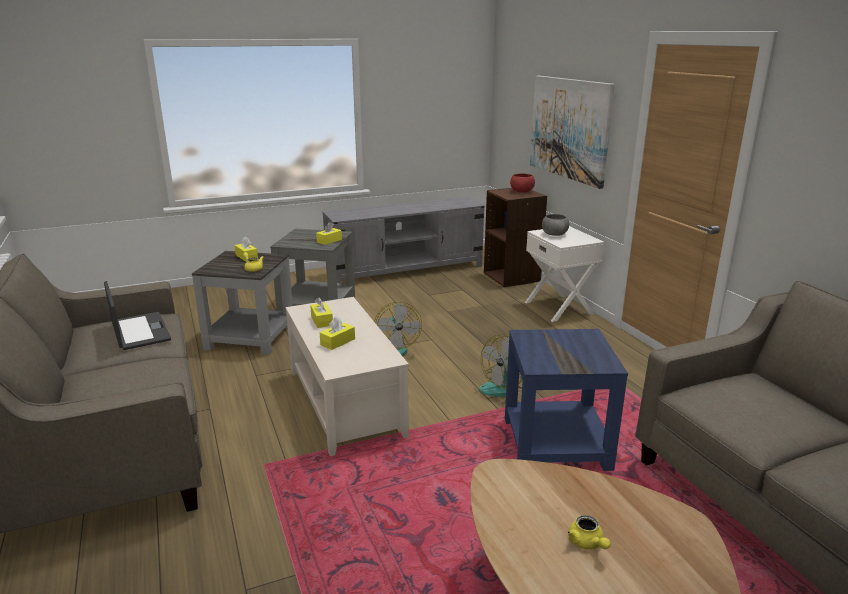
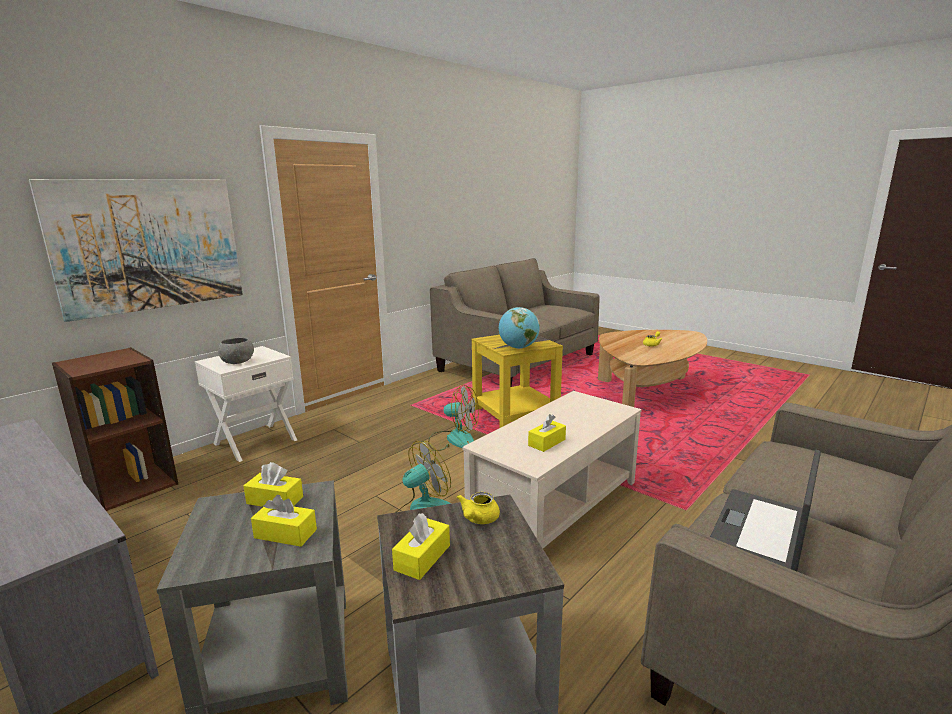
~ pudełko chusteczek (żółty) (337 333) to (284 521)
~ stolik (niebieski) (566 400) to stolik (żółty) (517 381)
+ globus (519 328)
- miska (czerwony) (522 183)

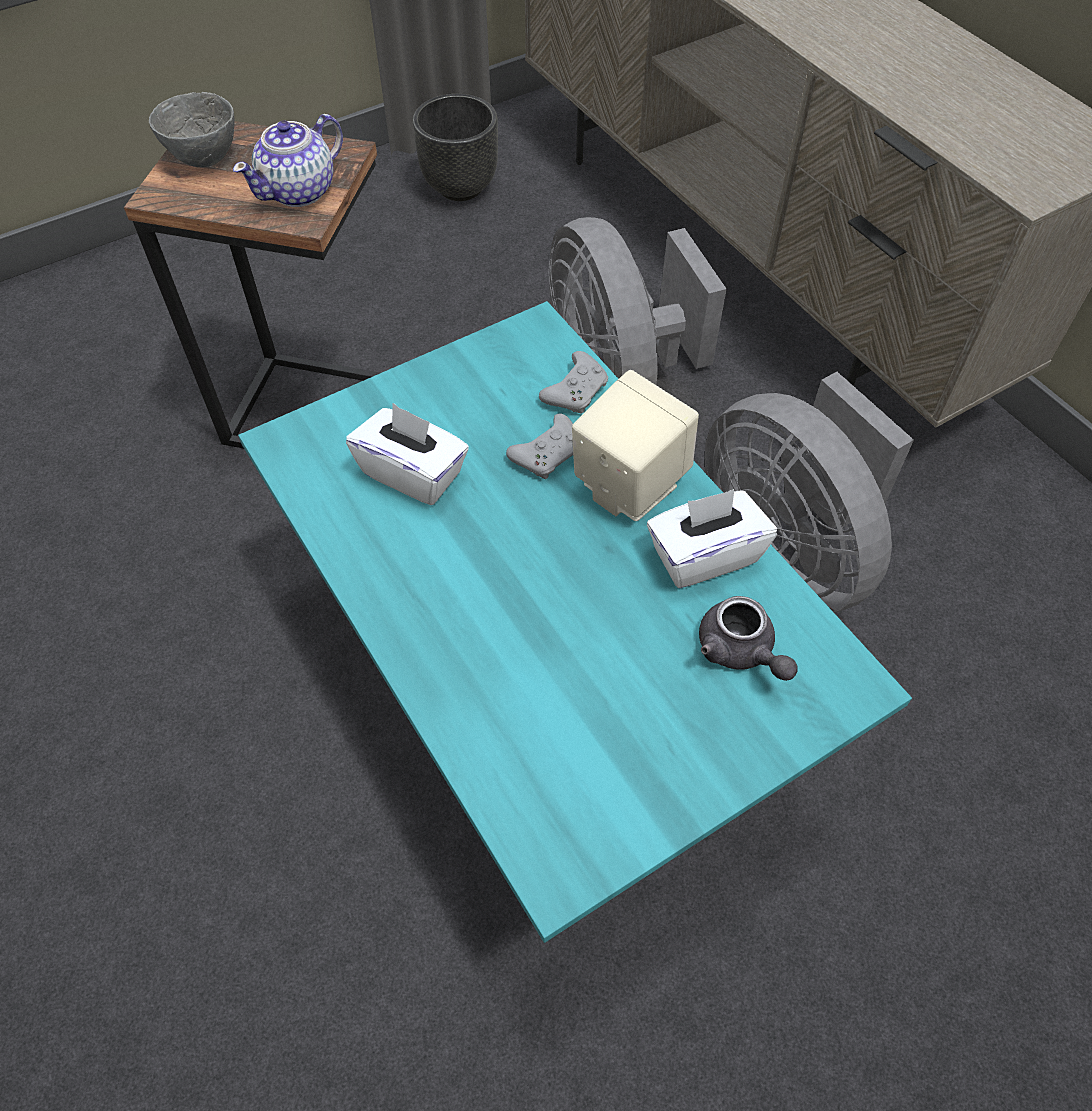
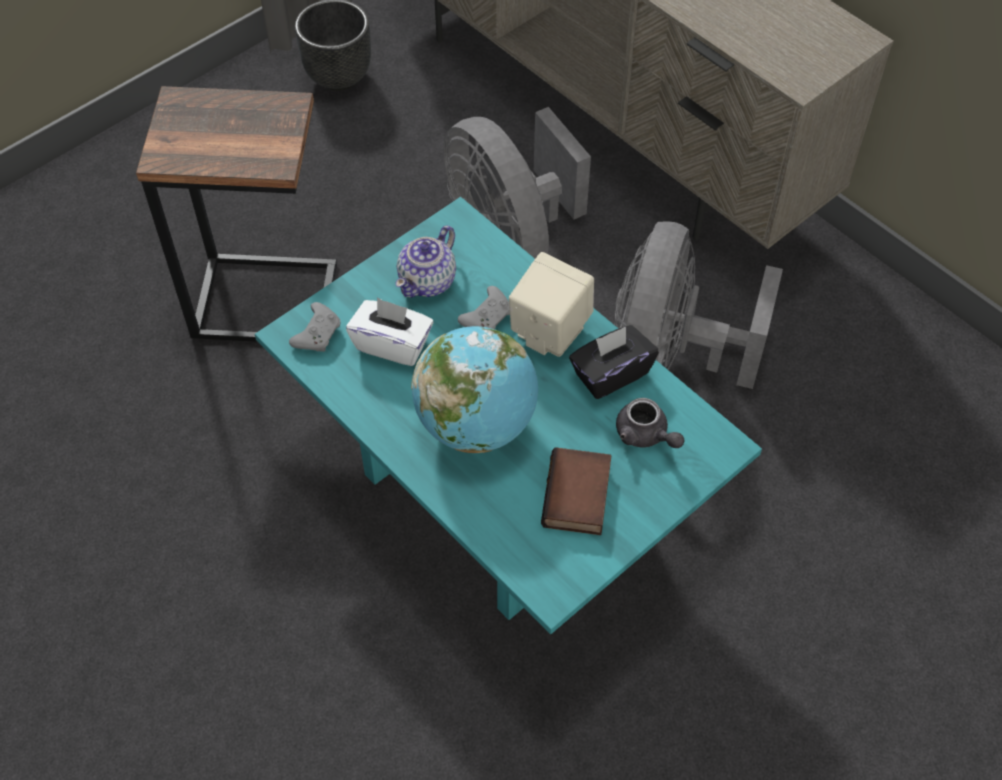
~ pad do gier (szary) (573 382) to (315 327)
~ imbryk (288 160) to (426 261)
+ globus (474 389)
+ książka (576 491)
~ pudełko chusteczek (biały) (712 538) to pudełko chusteczek (czarny) (614 362)
~ wentylator (szary) (809 492) = (698 305) 60 degrees clockwise
- miska (szary) (192 129)

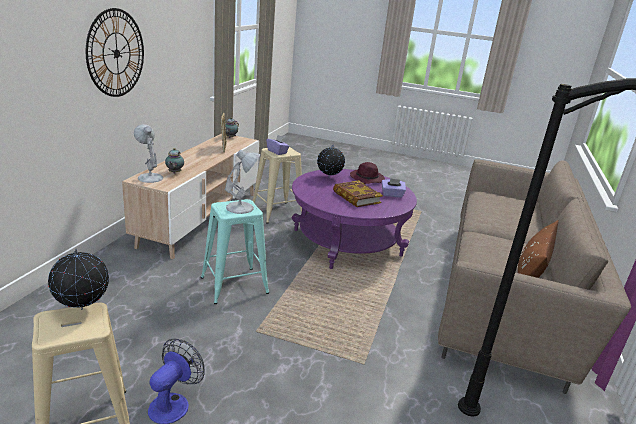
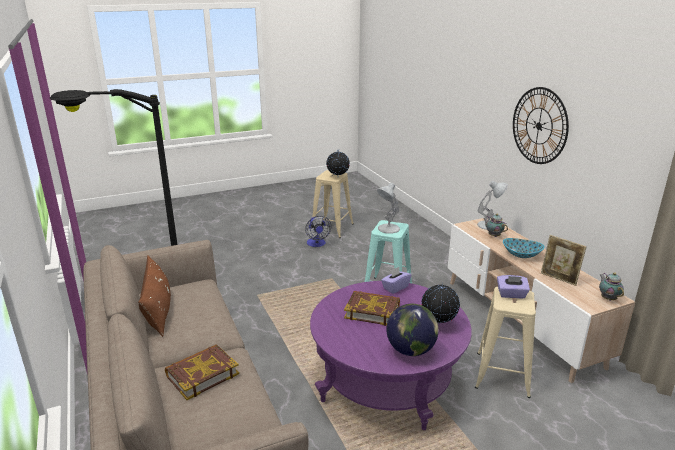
+ książka (202 372)
~ pudełko chusteczek (fioletowy) (394 188) to (396 280)
~ kapelusz (fioletowy) (367 173) to globus (412 330)
+ miska (523 248)

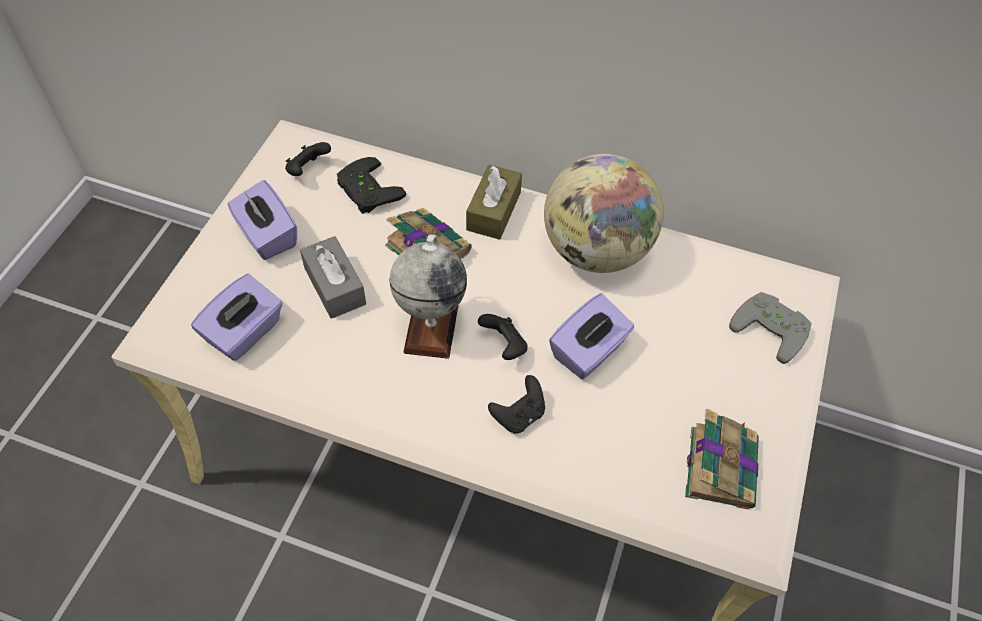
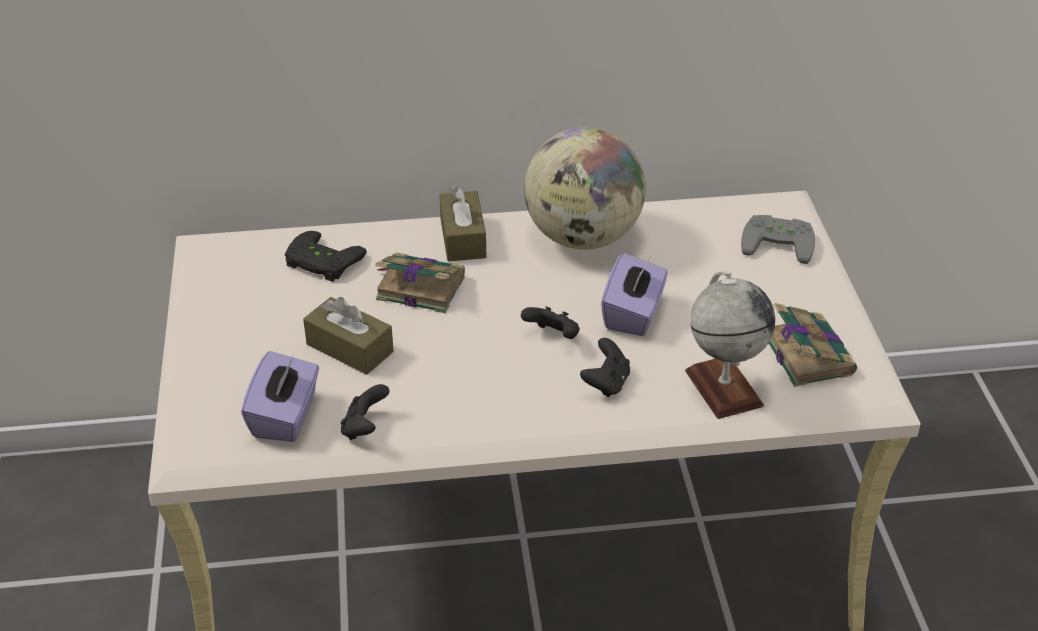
~ pudełko chusteczek (szary) (333 277) to pudełko chusteczek (brązowy) (348 336)
~ pad do gier (czarny) (308 159) to (365 412)
~ globus (428 296) to (730 345)
- pudełko chusteczek (fioletowy) (262 220)

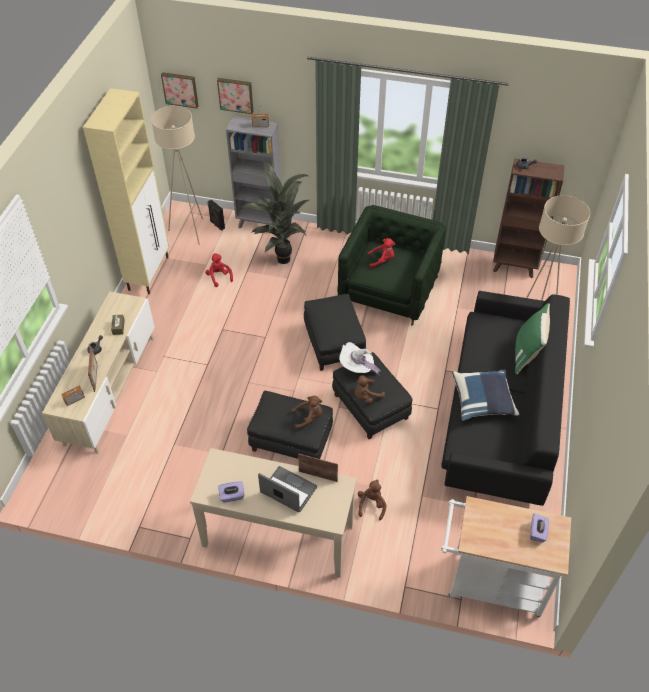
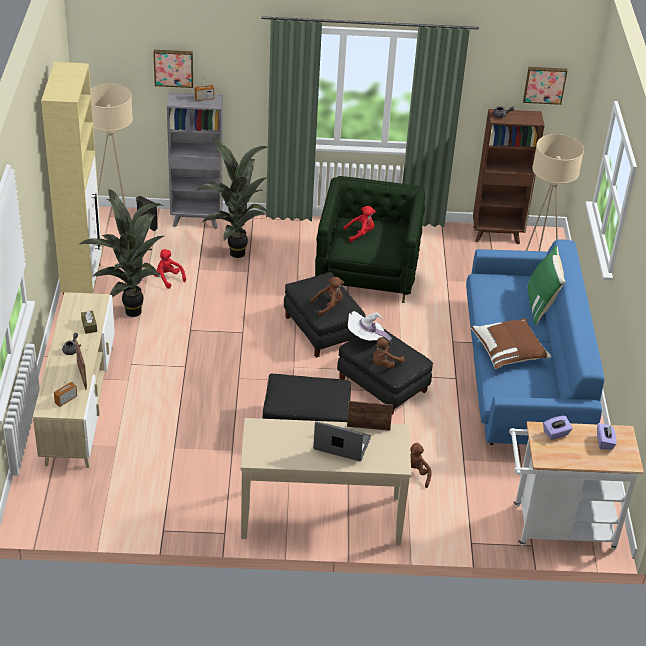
+ roślina doniczkowa (122 253)
~ pluszak (brązowy) (307 412) to (327 296)
~ kanapa (czarny) (505 398) to kanapa (niebieski) (535 342)
~ poduszka (niebieski) (485 395) to poduszka (brązowy) (511 343)
~ obraz (179 90) to (545 86)
~ pudełko chusteczek (fioletowy) (231 492) to (558 428)

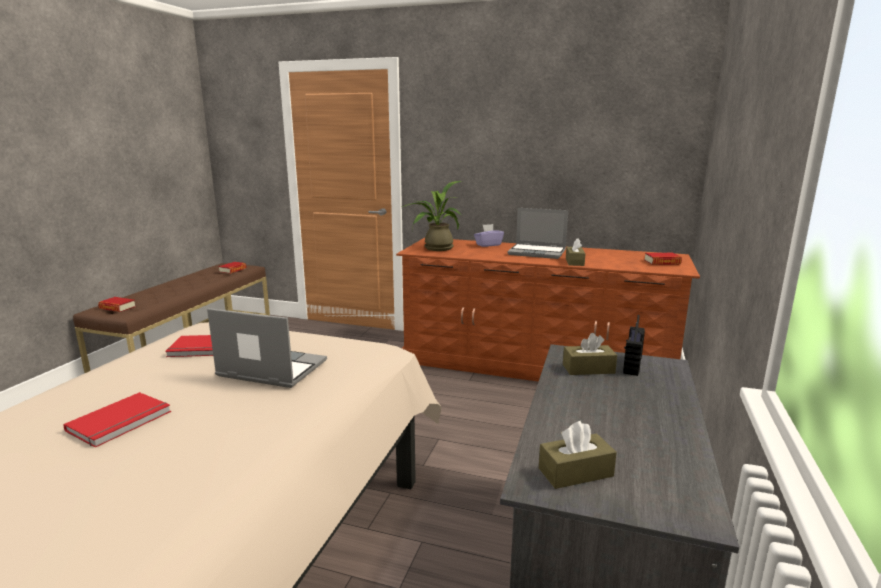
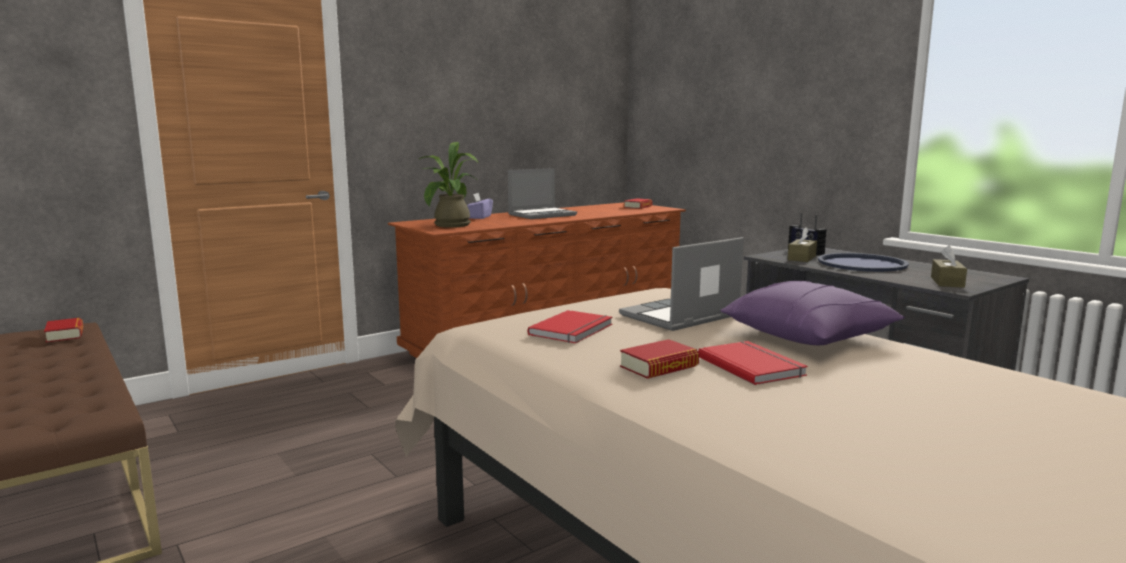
~ książka (117 304) to (659 359)
+ poduszka (fioletowy) (812 313)
+ taca (niebieski) (863 262)
- pudełko chusteczek (brązowy) (575 252)

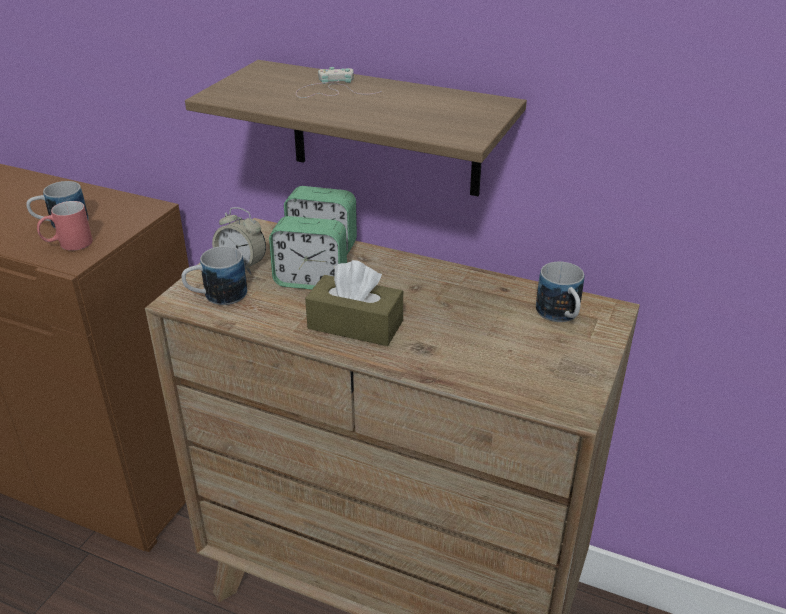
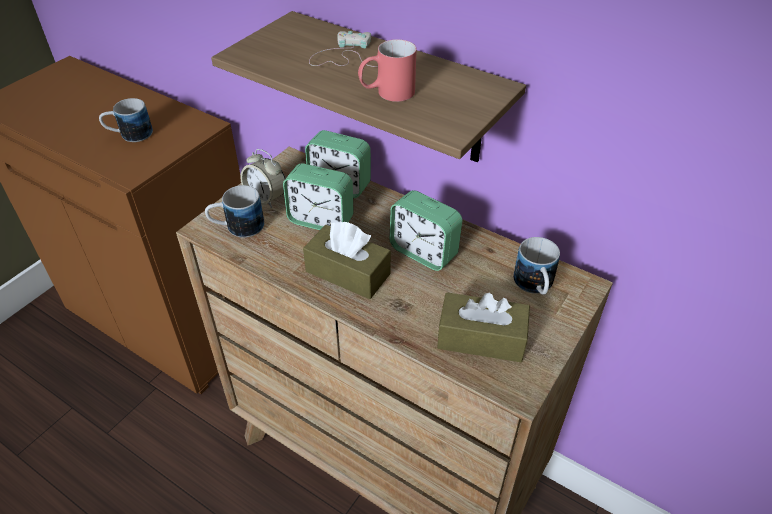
~ kubek (czerwony) (65 226) to (387 70)
+ budzik (426 230)
+ pudełko chusteczek (brązowy) (483 327)

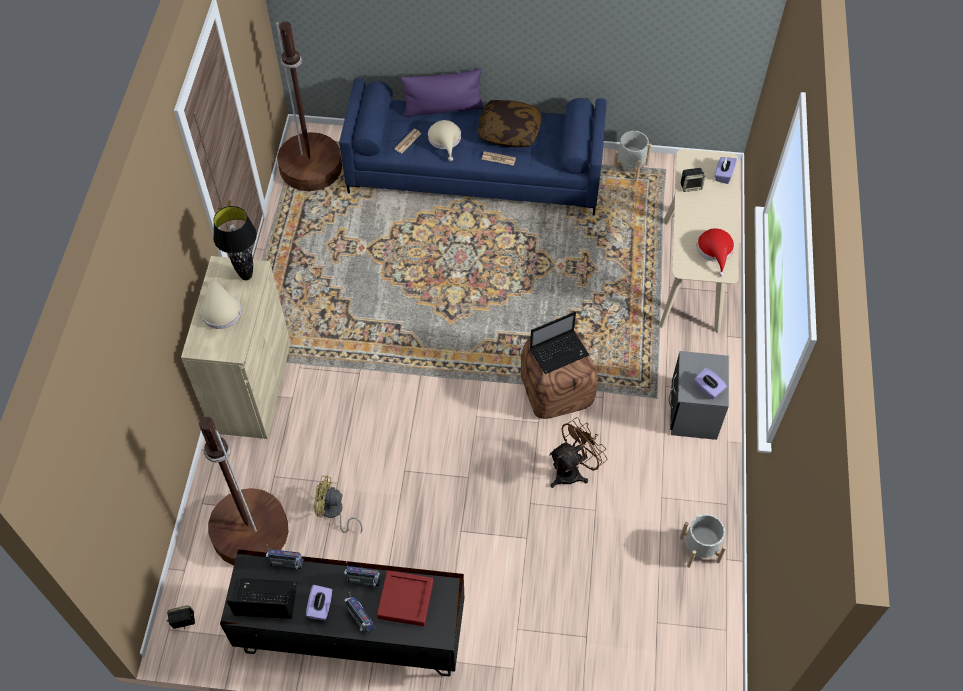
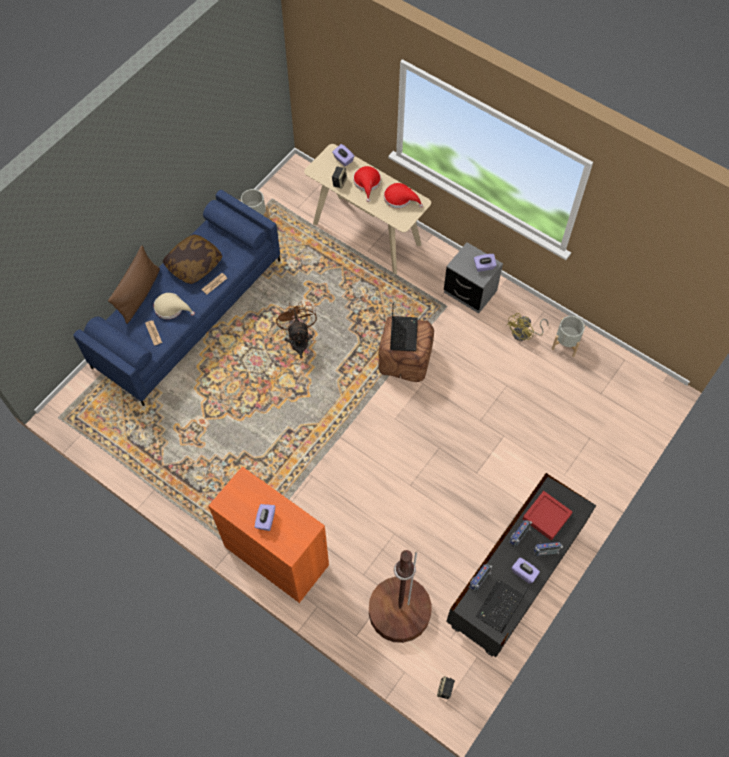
~ poduszka (fioletowy) (442 92) to poduszka (brązowy) (134 284)
~ szafka (beżowy) (236 347) to szafka (pomarańczowy) (268 534)
~ kapelusz (beżowy) (221 304) to pudełko chusteczek (fioletowy) (265 517)
~ wentylator (brązowy) (578 452) to (296 330)
+ kapelusz (czerwony) (367 184)
~ wentylator (żółty) (338 504) to (527 327)
- lampa stołowa (czarny) (235 243)
- lampa stojąca (brązowy) (309 106)

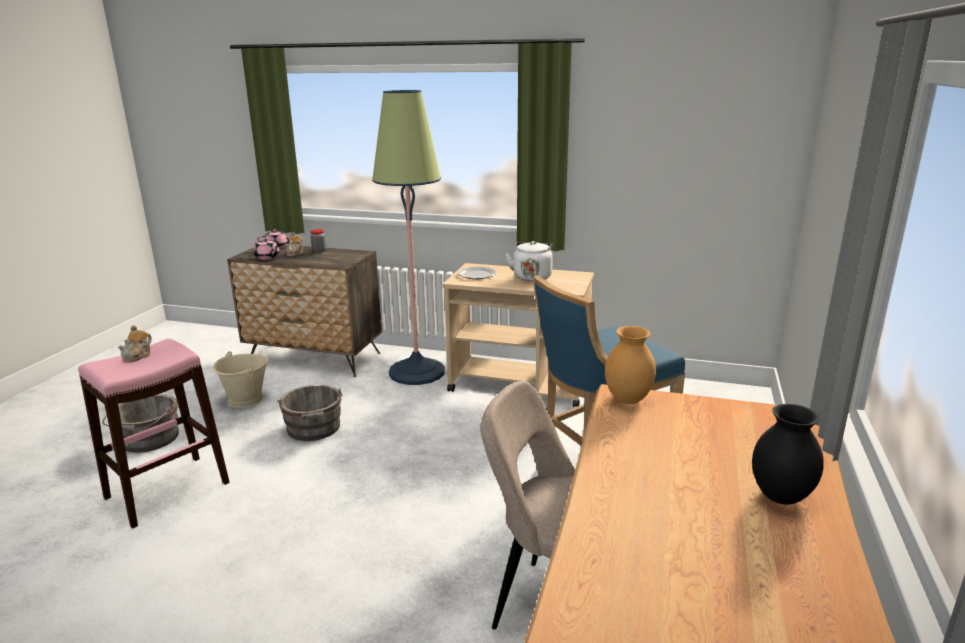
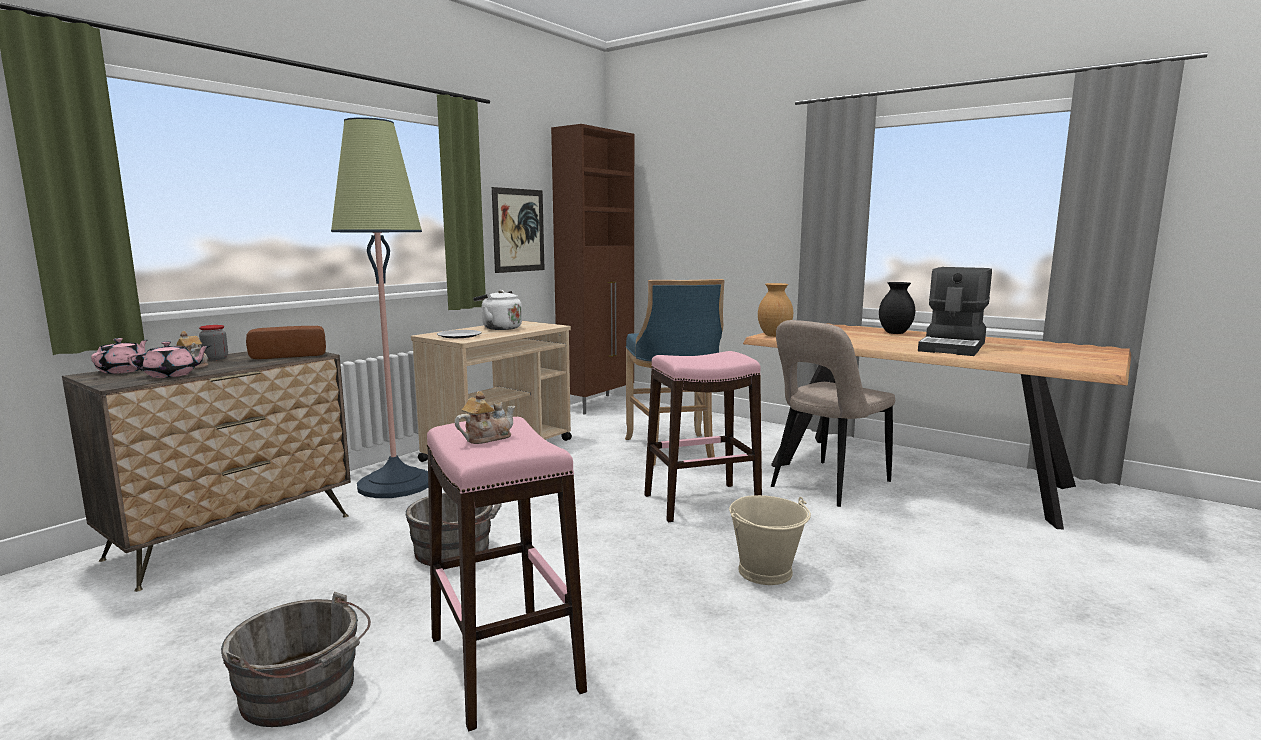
+ chleb (286 342)
~ imbryk (135 344) = (485 417) 75 degrees counterclockwise
+ obraz (518 230)
+ szafka (brązowy) (592 269)
+ stołek (różowy) (703 436)
~ wiadro (beżowy) (241 379) to (770 540)
+ ekspres do kawy (955 311)

